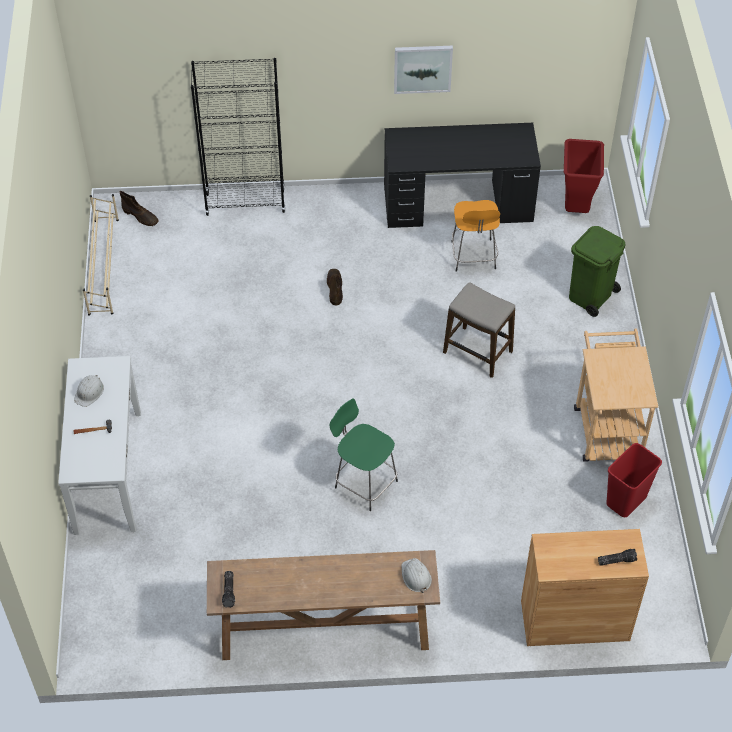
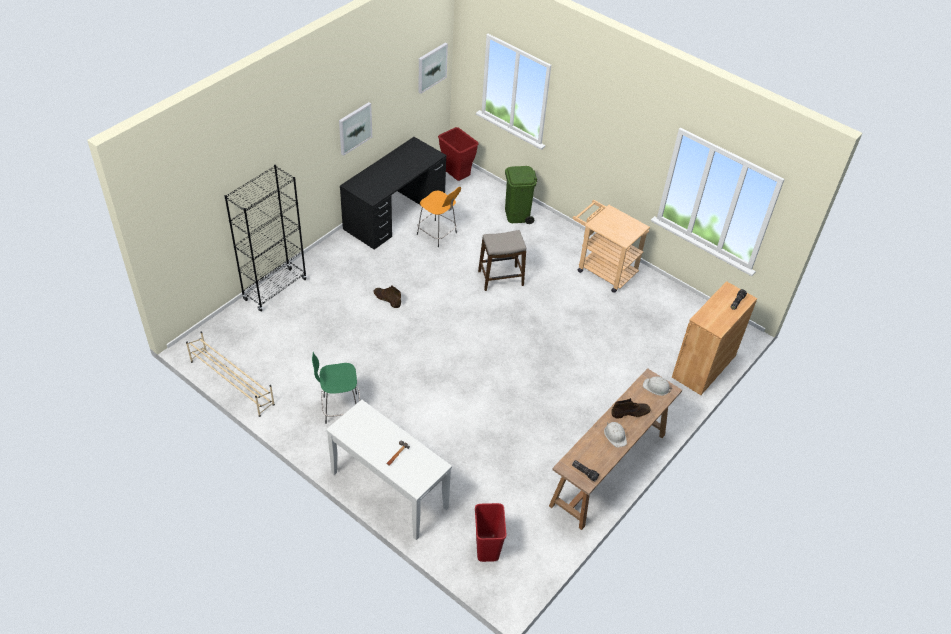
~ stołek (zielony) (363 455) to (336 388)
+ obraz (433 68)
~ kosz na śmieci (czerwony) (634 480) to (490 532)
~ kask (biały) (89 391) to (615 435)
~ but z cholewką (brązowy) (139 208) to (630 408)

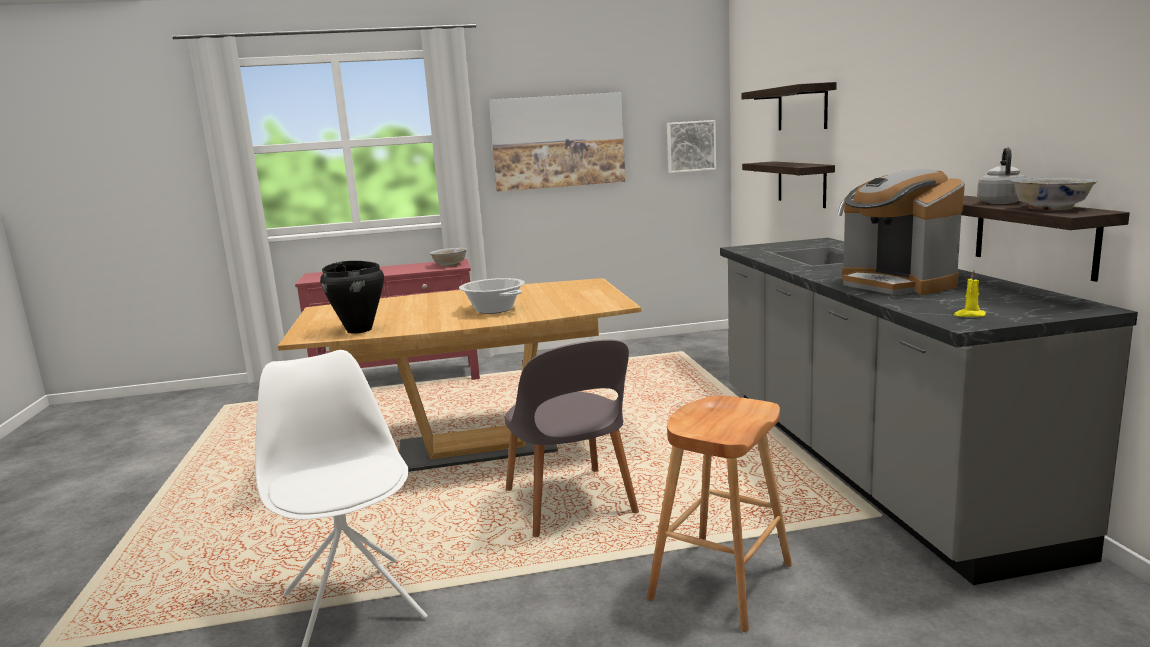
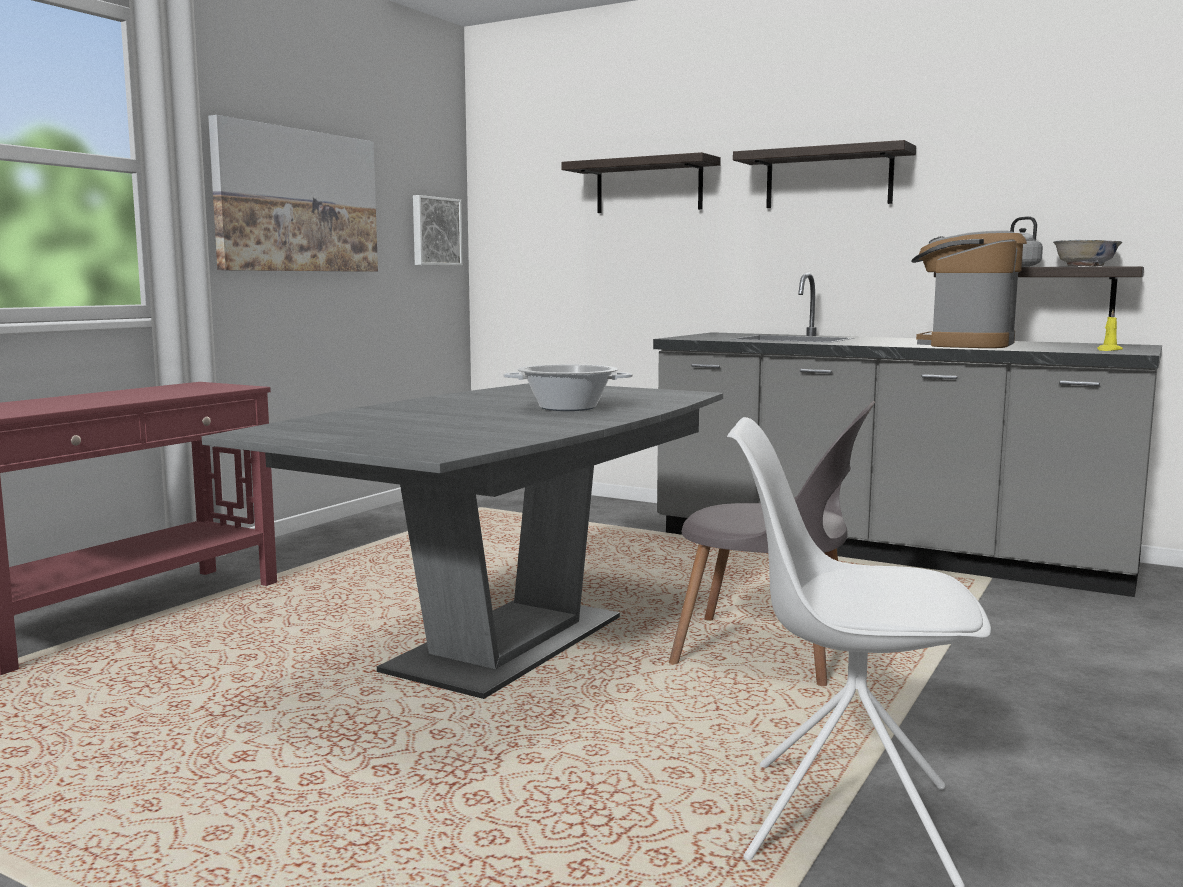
~ stół jadalny (brązowy) (459 375) to stół jadalny (szary) (462 541)
~ półka (788 184) to (824 174)
~ ekspres do kawy (903 232) = (969 289) 105 degrees clockwise
- garnek (czarny) (352 297)
- miska (biały) (448 257)
- stołek (brązowy) (719 514)

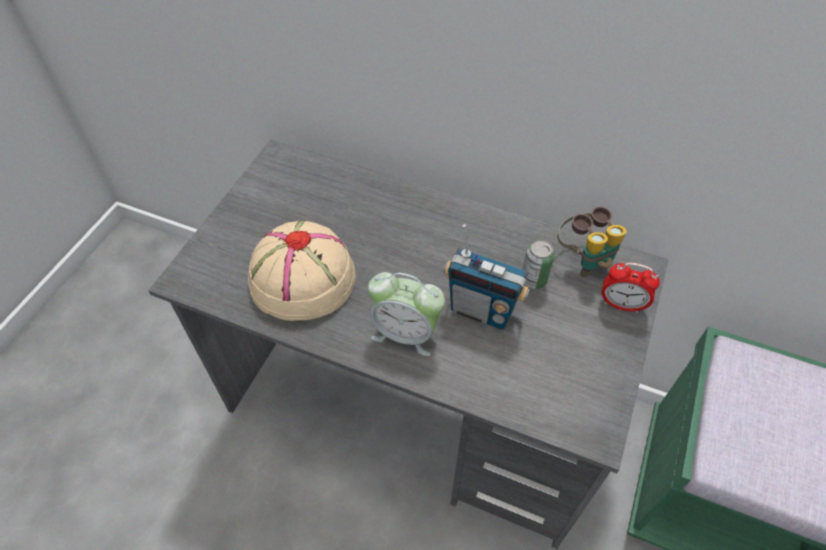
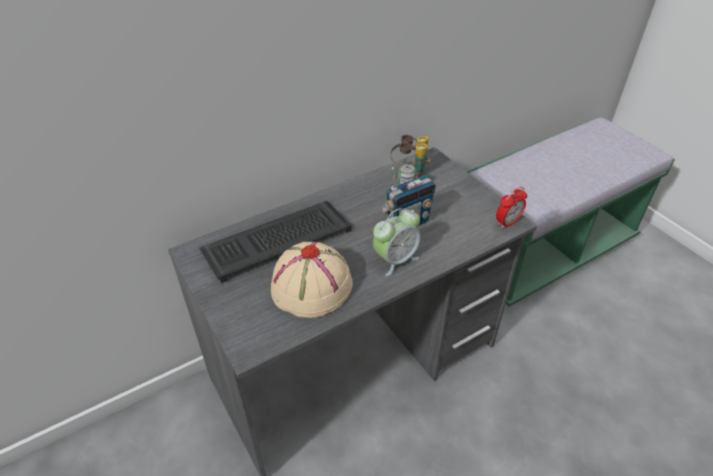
+ klawiatura (275 242)
~ budzik (631 288) to (511 207)

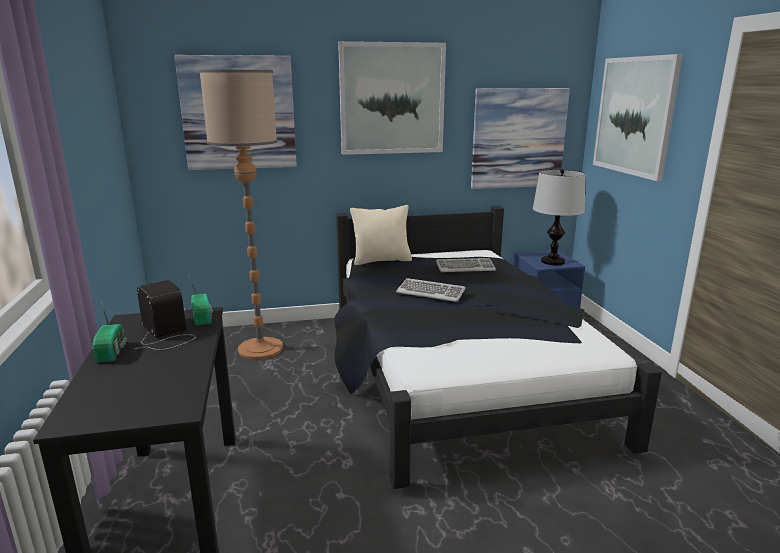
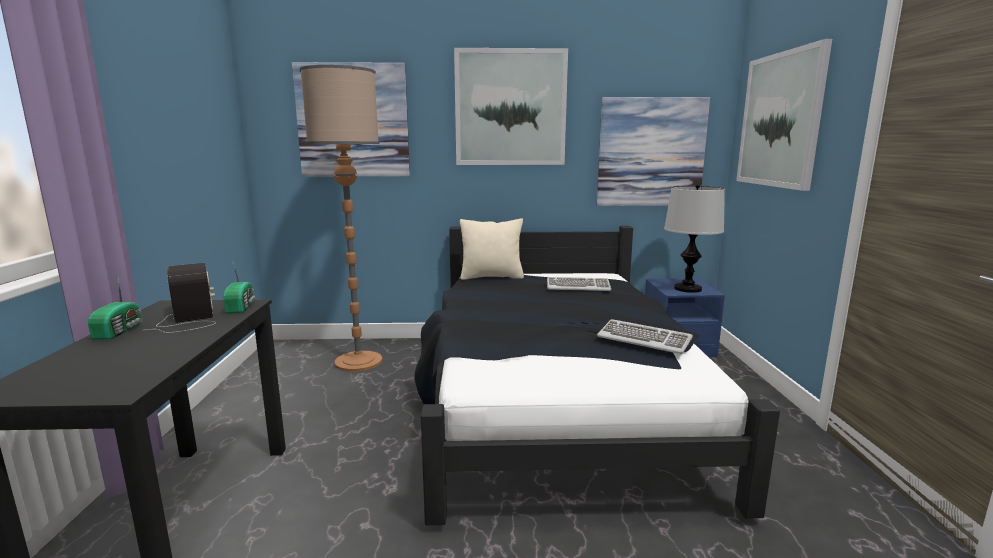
~ klawiatura (431 290) to (645 336)

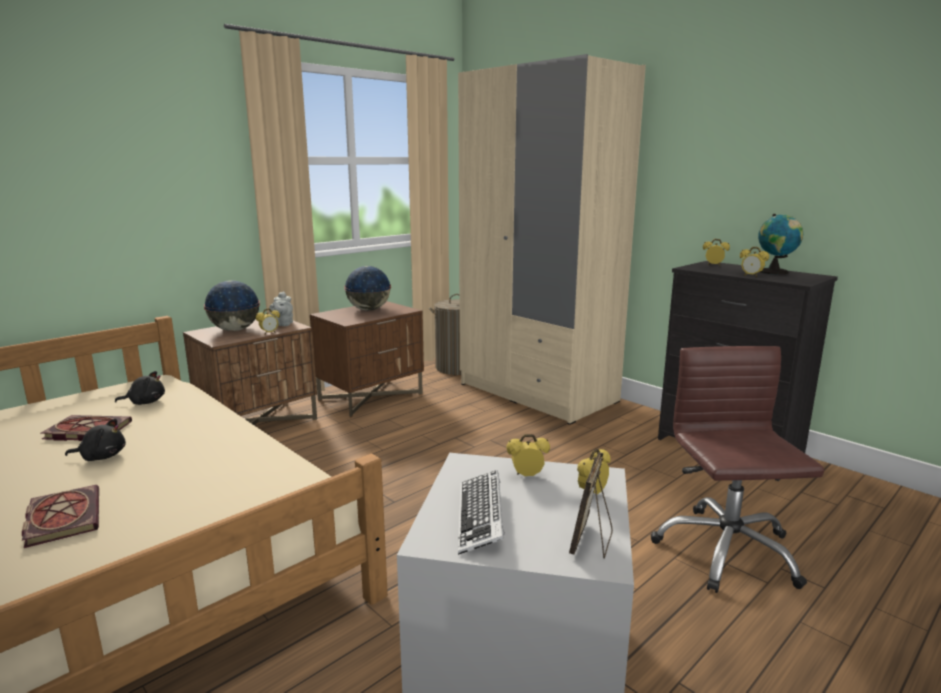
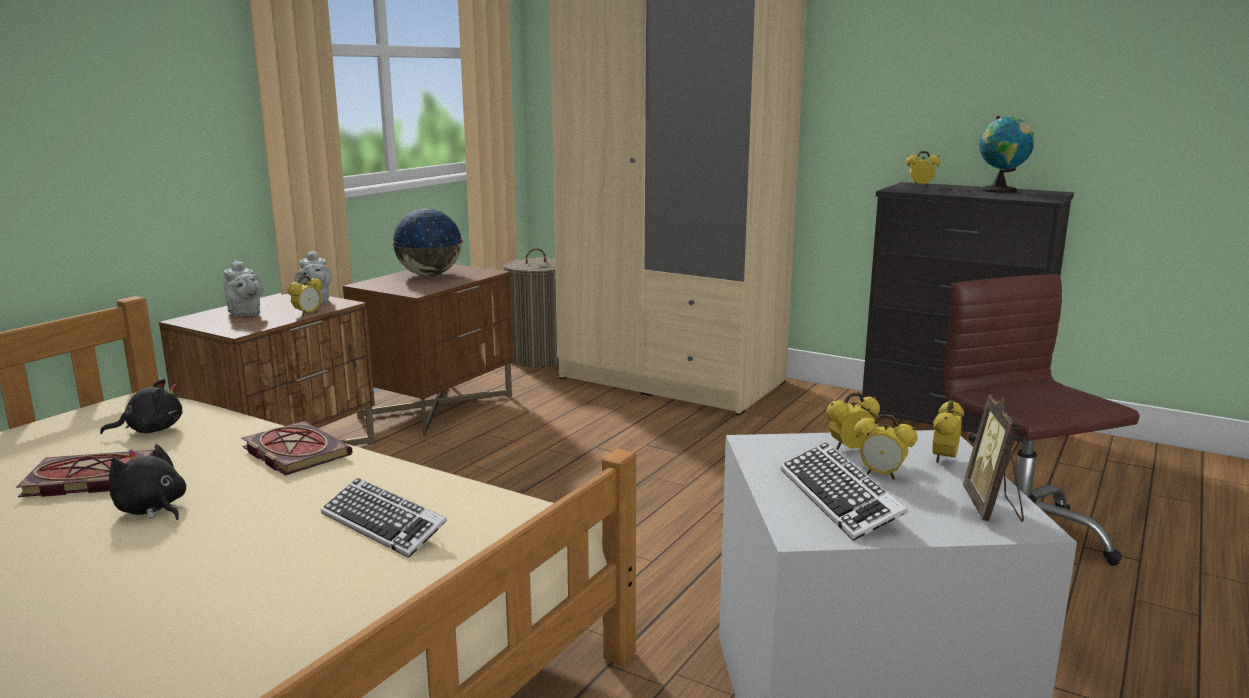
~ pluszak (czarny) (95 440) = (147 482) 120 degrees counterclockwise
~ globus (232 305) to imbryk (szary) (244 288)
~ książka (60 516) to (297 448)
+ klawiatura (384 518)
~ budzik (754 262) to (886 447)

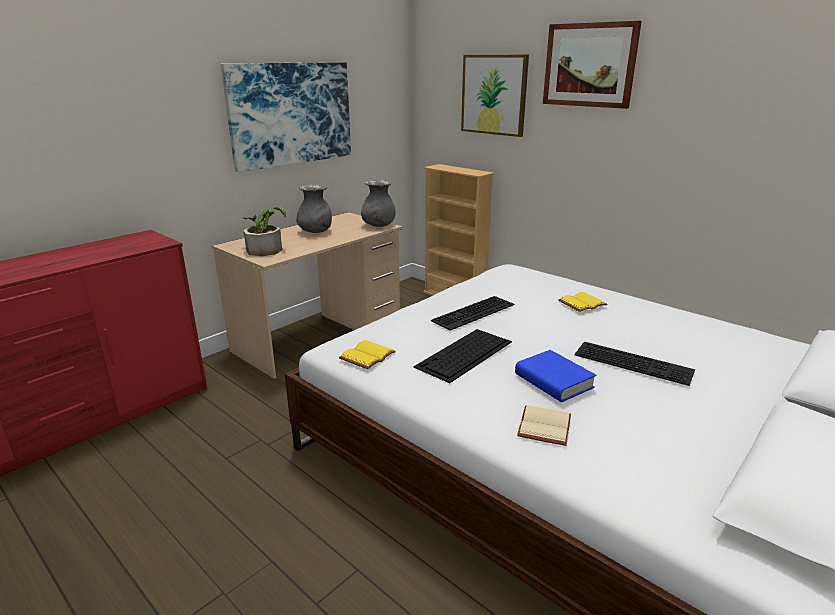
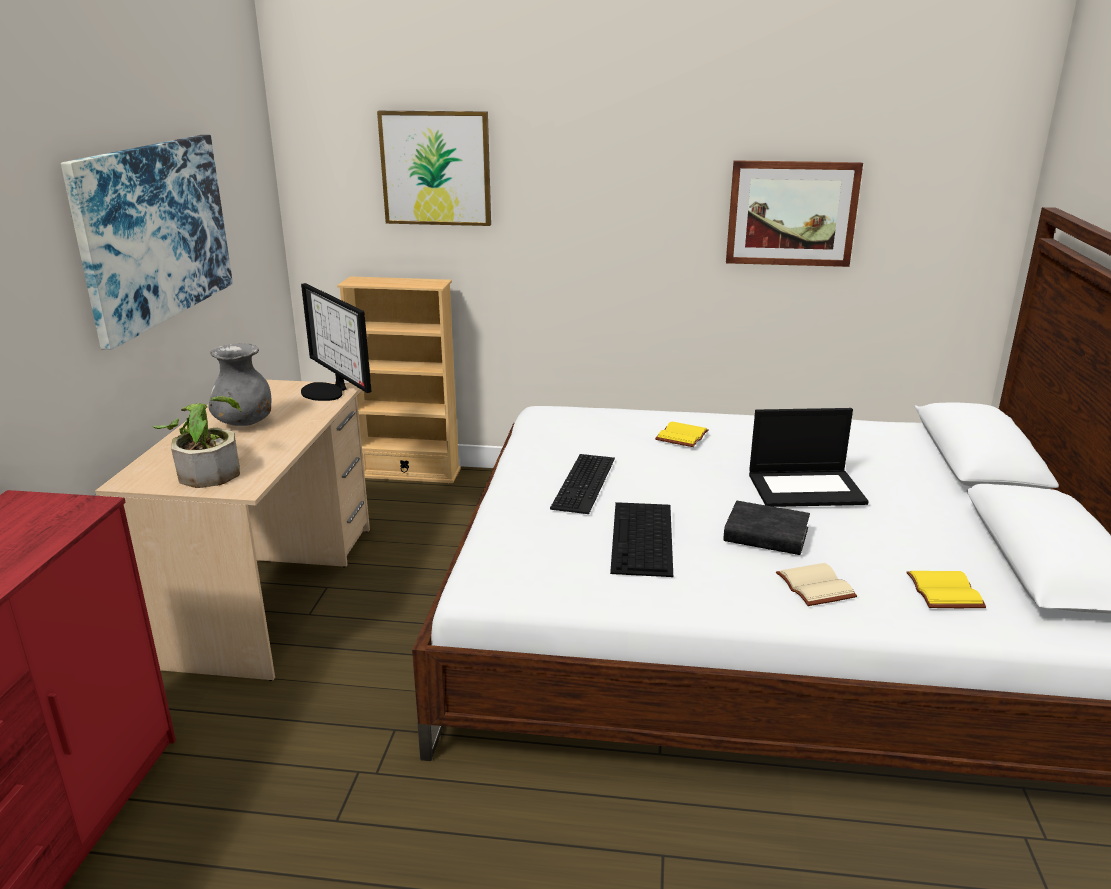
~ wazon (szary) (378 203) to monitor (336 342)
~ książka (niebieski) (555 376) to książka (czarny) (766 528)
~ obraz (592 65) to (794 213)
~ klawiatura (634 364) to laptop (809 457)
~ książka (żółty) (367 354) to (946 589)

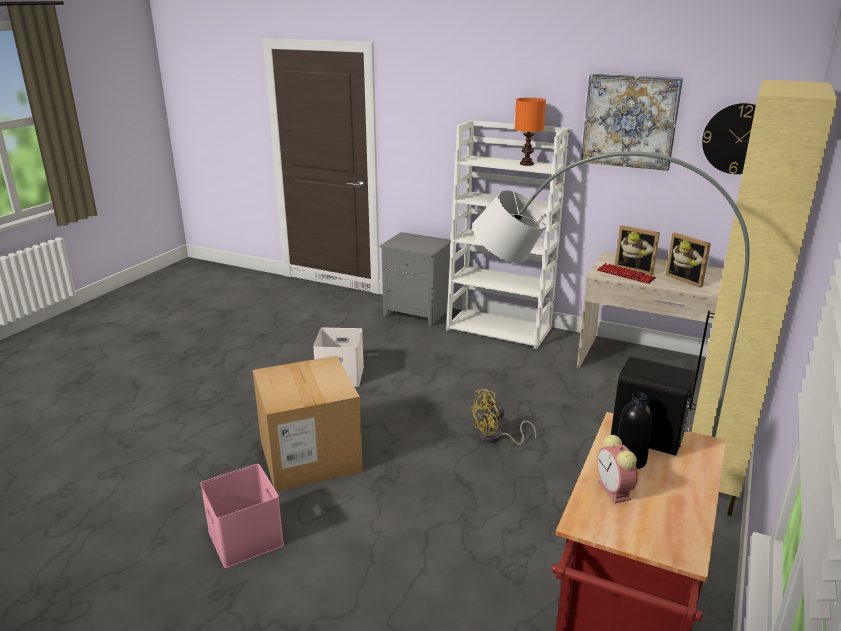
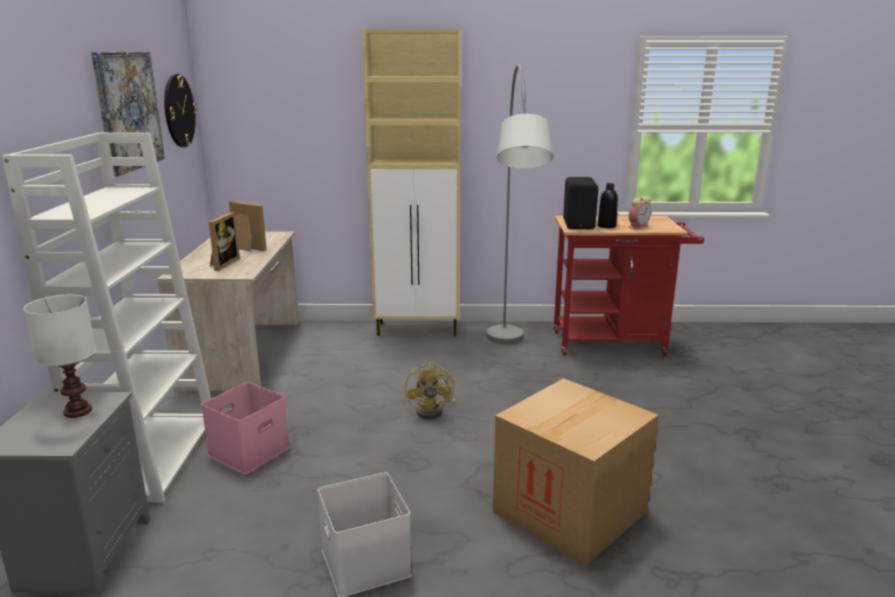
+ lampa stołowa (biały) (60 356)
~ pojemnik do przechowywania (różowy) (242 516) to (245 428)
~ ramka na zdjęcie (688 260) = (248 226) 90 degrees counterclockwise
~ wentylator (żółty) (502 417) = (430 390) 45 degrees clockwise
- lampa stołowa (pomarańczowy) (530 132)
- klawiatura (626 273)

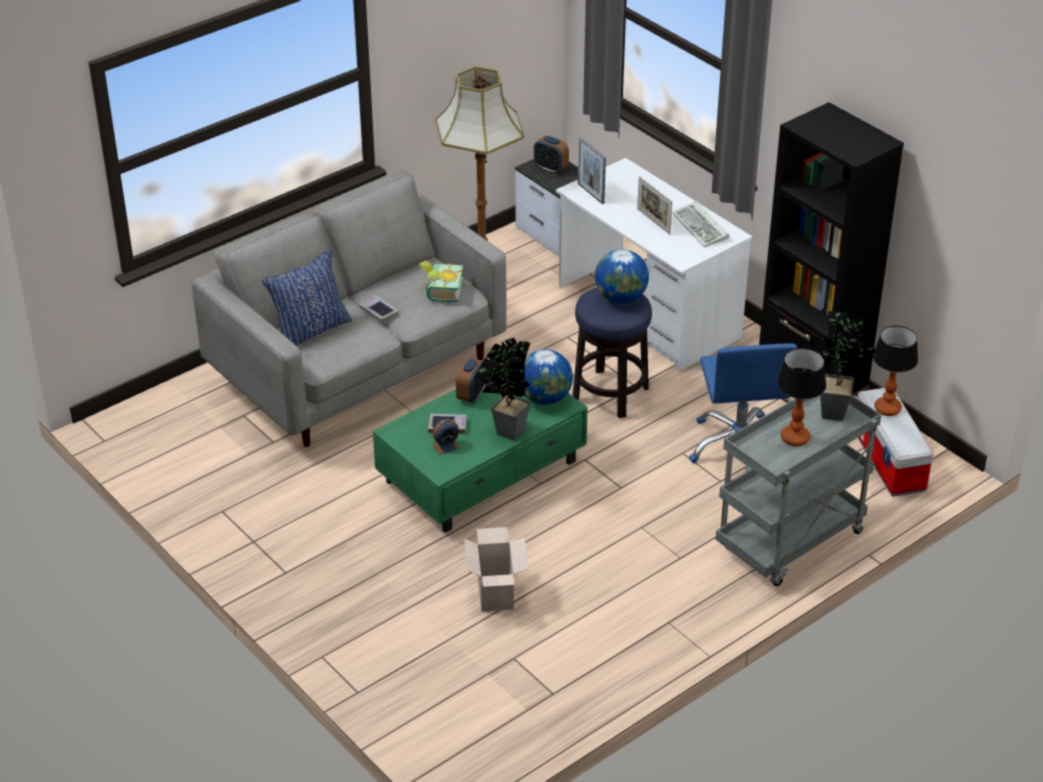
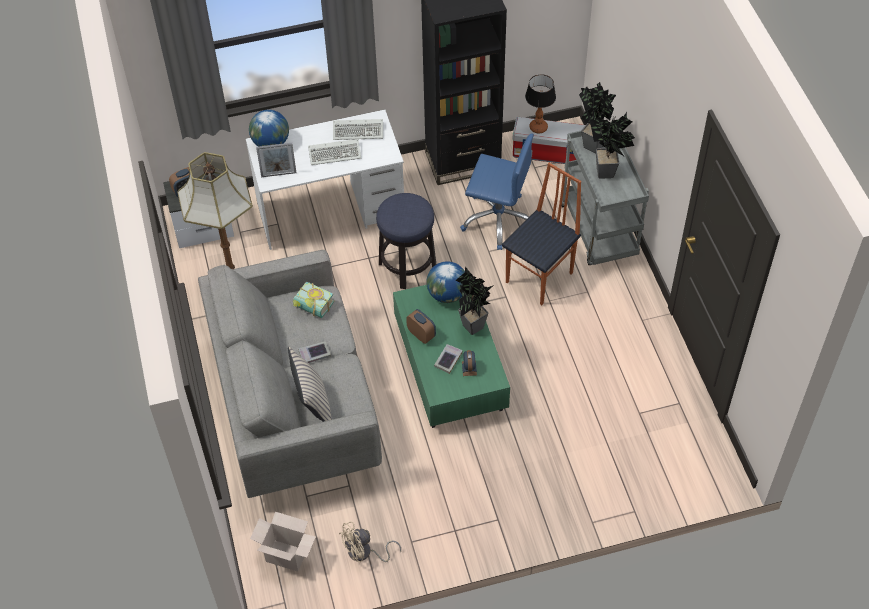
~ globus (622 276) to (269 128)
~ karton (496 569) to (283 542)
~ poduszka (niebieski) (307 297) to poduszka (beżowy) (310 384)
~ ramka na zdjęcie (654 205) to klawiatura (334 152)
+ wentylator (beżowy) (370 541)
+ krzesło (541 234)
~ lampa stołowa (801 397) to roślina doniczkowa (612 145)

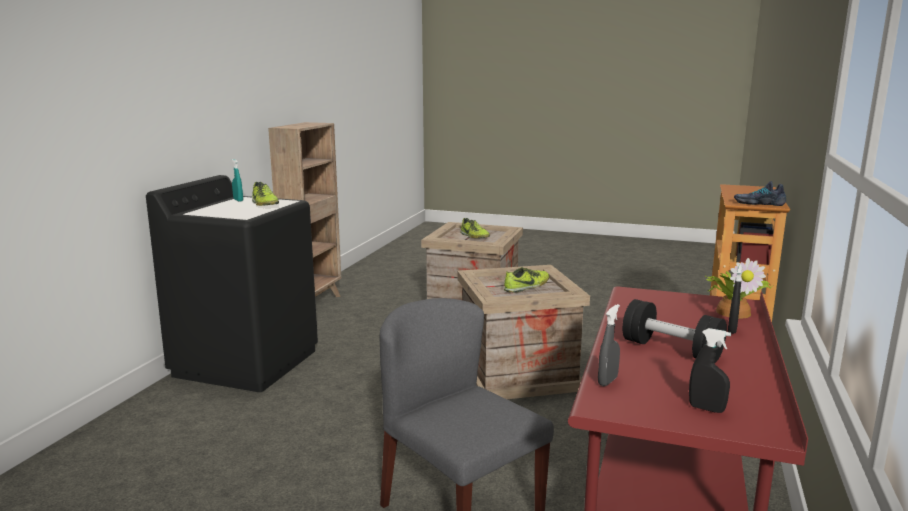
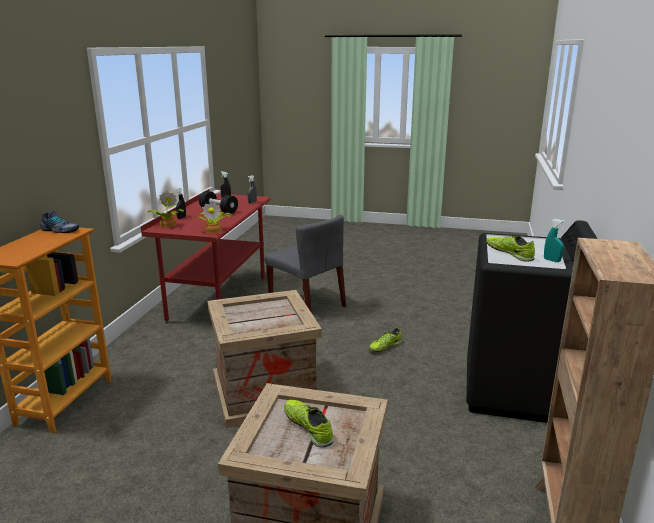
+ roślina doniczkowa (214 217)
~ but (526 280) to (385 339)

